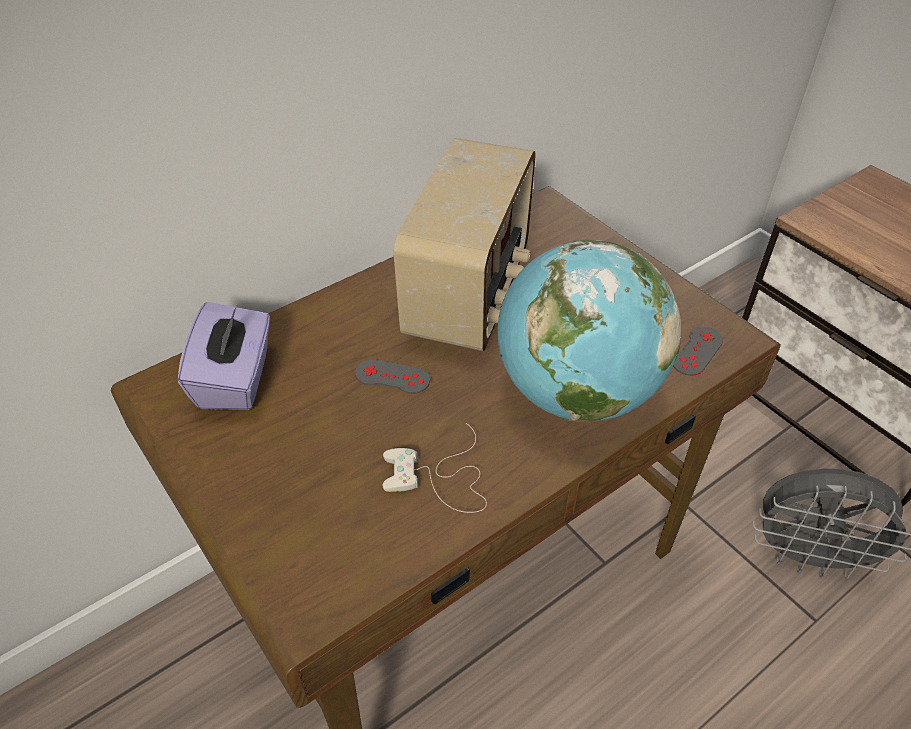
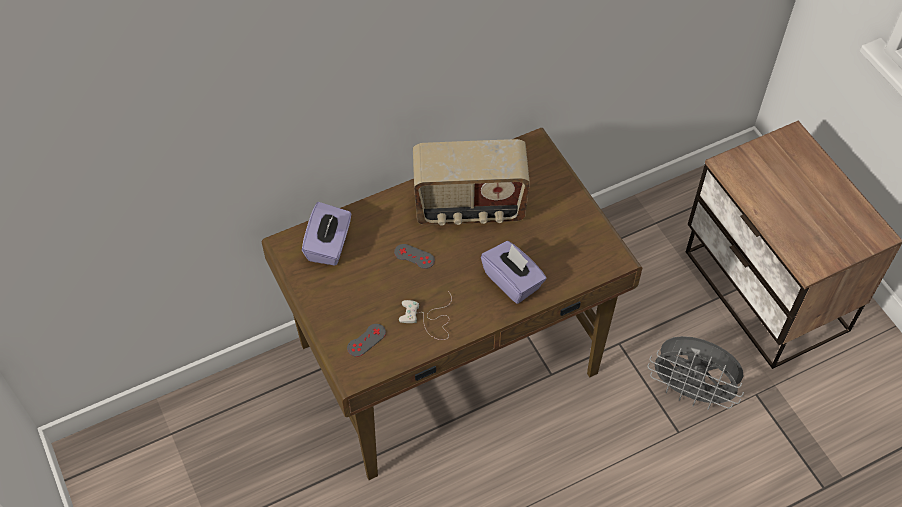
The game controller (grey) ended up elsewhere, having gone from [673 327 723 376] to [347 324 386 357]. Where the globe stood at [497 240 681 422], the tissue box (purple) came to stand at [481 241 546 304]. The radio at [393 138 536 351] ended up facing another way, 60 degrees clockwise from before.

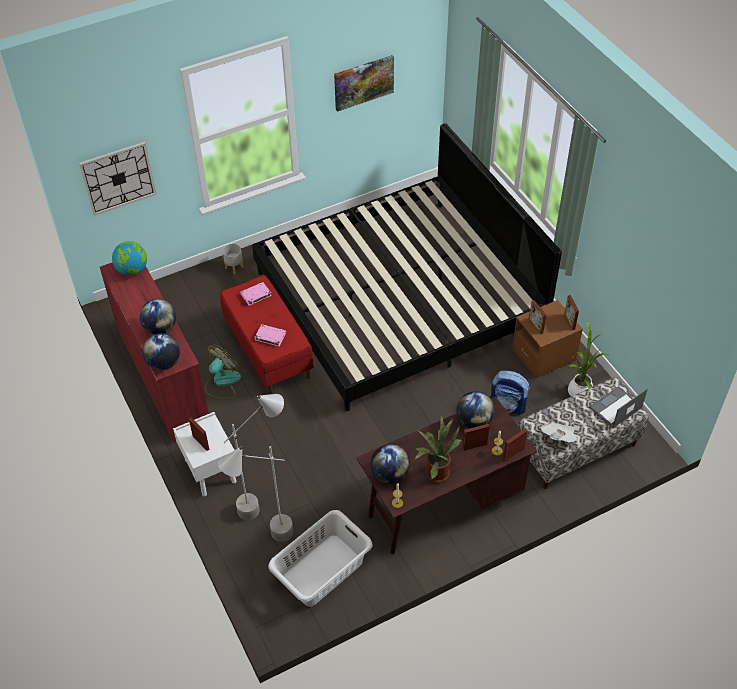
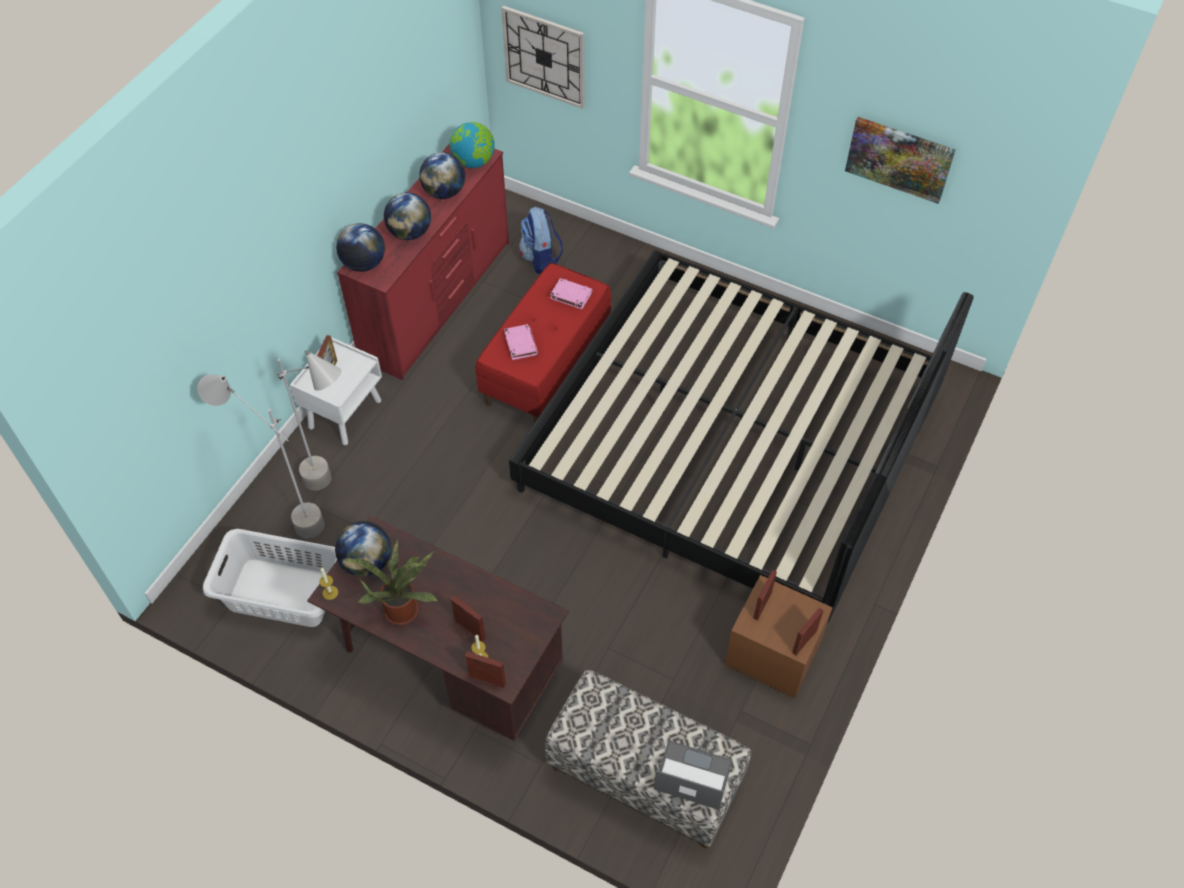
The second view lost the fan at [205 344 241 399]. The second view lost the planter (grey) at [223 244 244 274]. The second view lost the newspaper at [541 422 577 443]. The second view lost the potted plant at [568 321 608 396]. The globe ended up elsewhere, having gone from [456 391 494 428] to [419 152 465 199]. The backpack ended up elsewhere, having gone from [490 371 530 415] to [519 207 564 274].

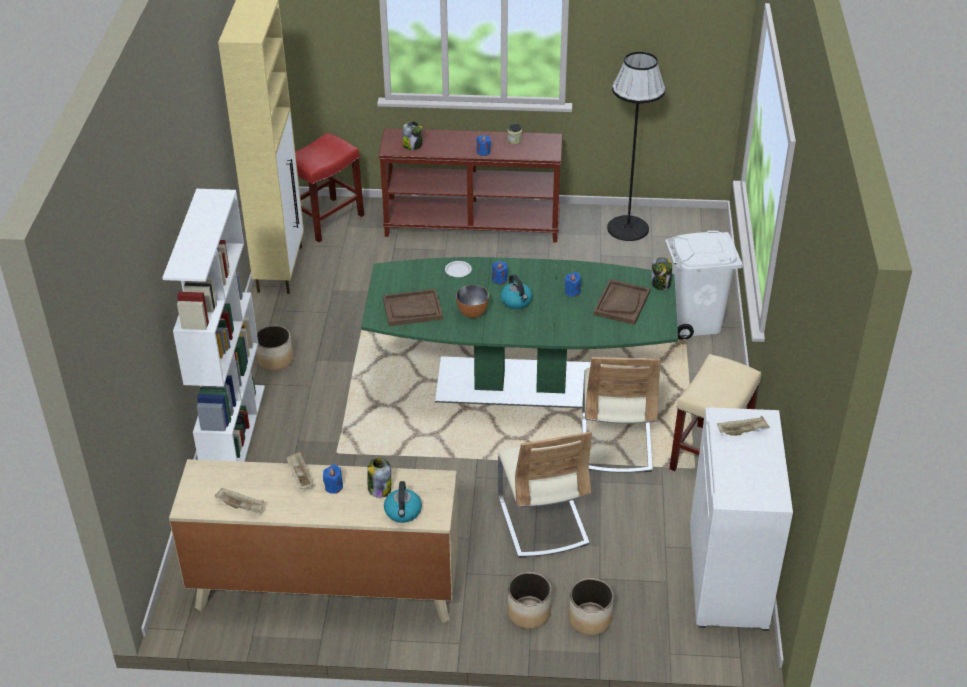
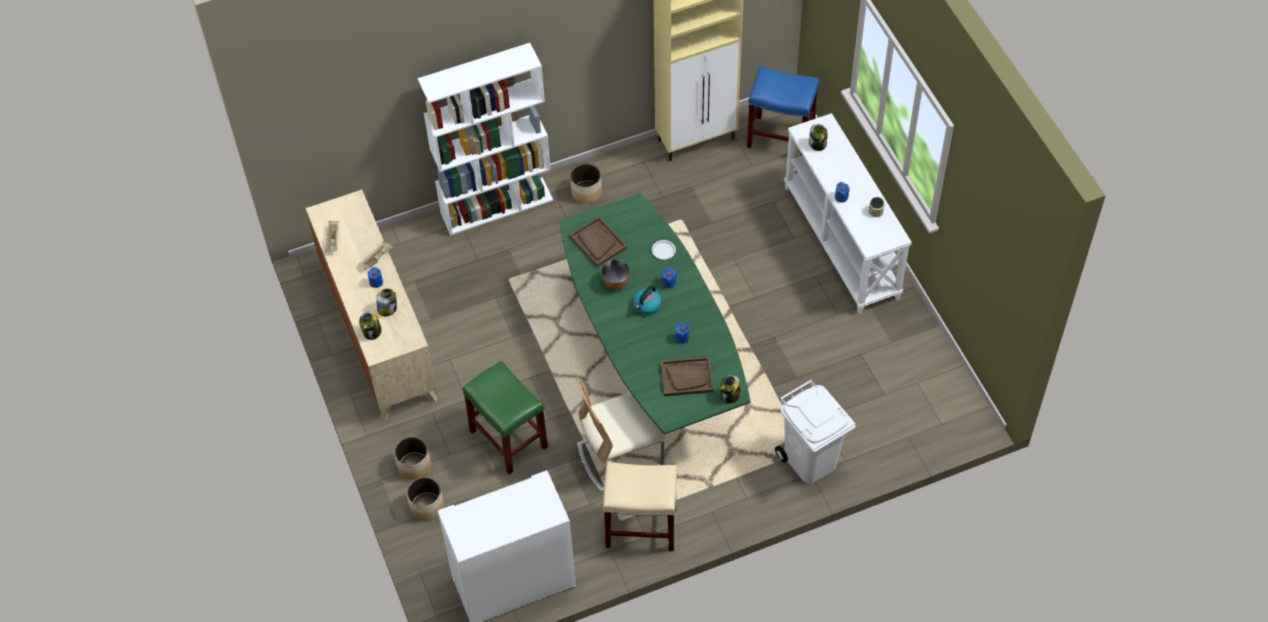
The second view lost the floor lamp (black) at [607 52 666 241]. The second view lost the tray (beige) at [717 416 770 435]. Where the kettle stood at [384 481 422 523], the jar came to stand at [359 311 382 340]. Where the chair (beige) stood at [498 431 592 558], the stool (green) came to stand at [463 361 548 475]. What was the stool (red) at [295 133 364 242] turned into the stool (blue) at [747 66 819 156]. What was the console table (brown) at [378 128 562 243] turned into the console table (white) at [784 113 912 314].

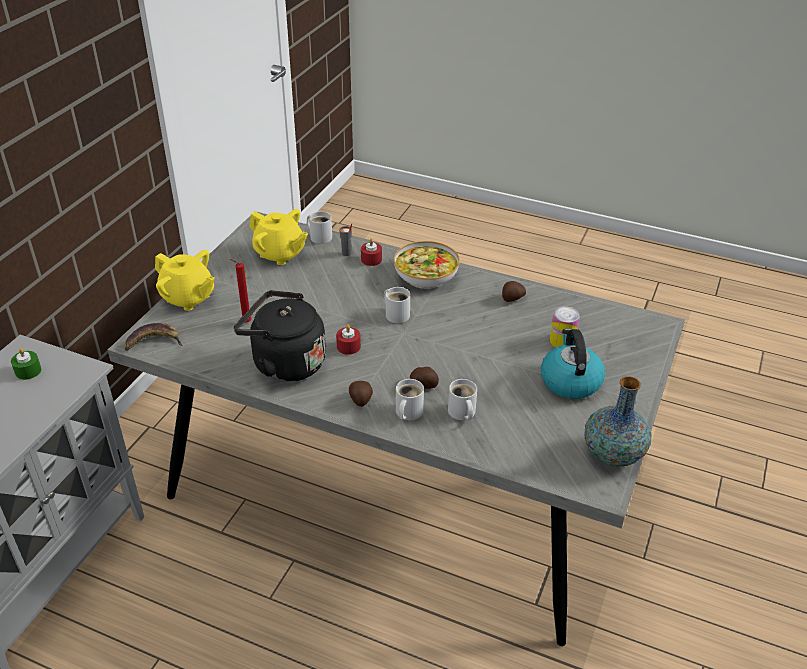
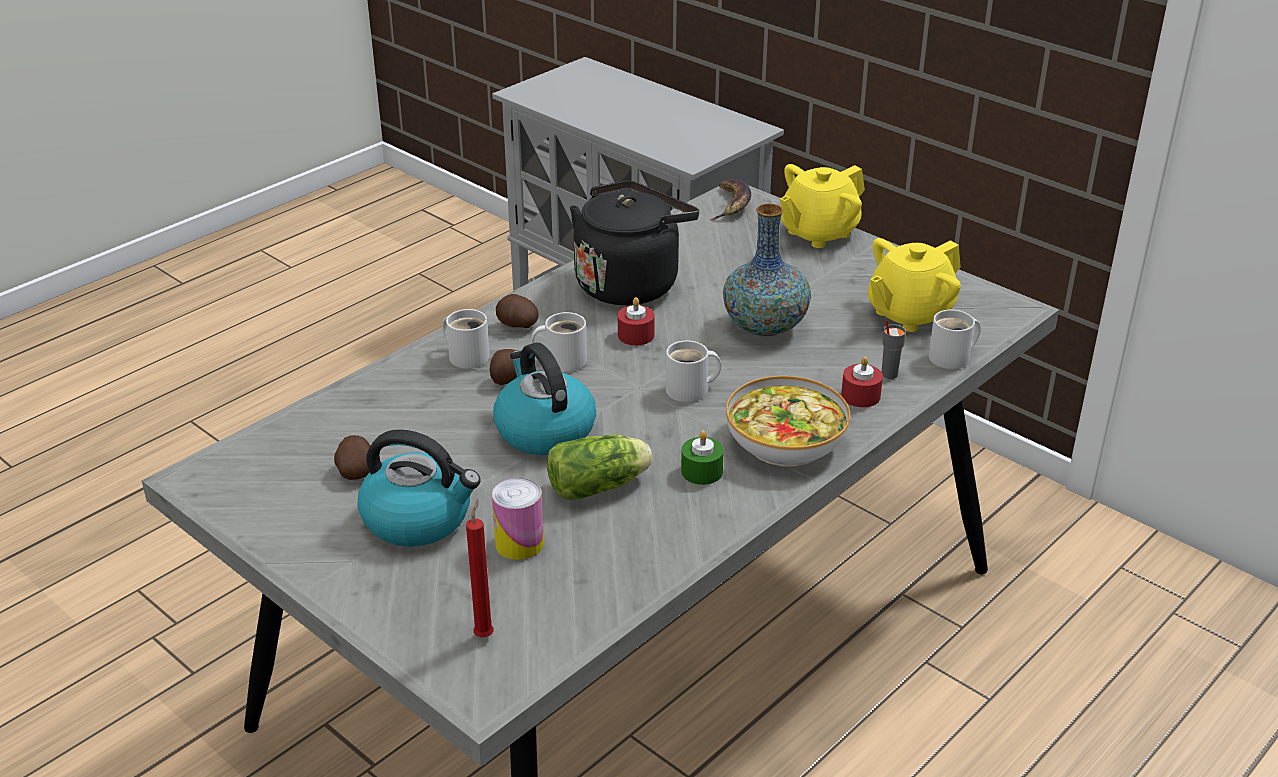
The second view gained the kettle at [493 343 596 455]. The second view gained the lettuce at [547 435 652 500]. The candle (green) ended up elsewhere, having gone from [11 348 41 380] to [681 431 724 485]. The candle (red) ended up elsewhere, having gone from [230 259 251 323] to [466 499 494 637]. The mug (white) ended up elsewhere, having gone from [448 379 477 420] to [531 312 587 372]. The potato ended up elsewhere, having gone from [502 281 526 302] to [334 435 370 480]. The vase ended up elsewhere, having gone from [585 376 652 466] to [723 204 811 336].

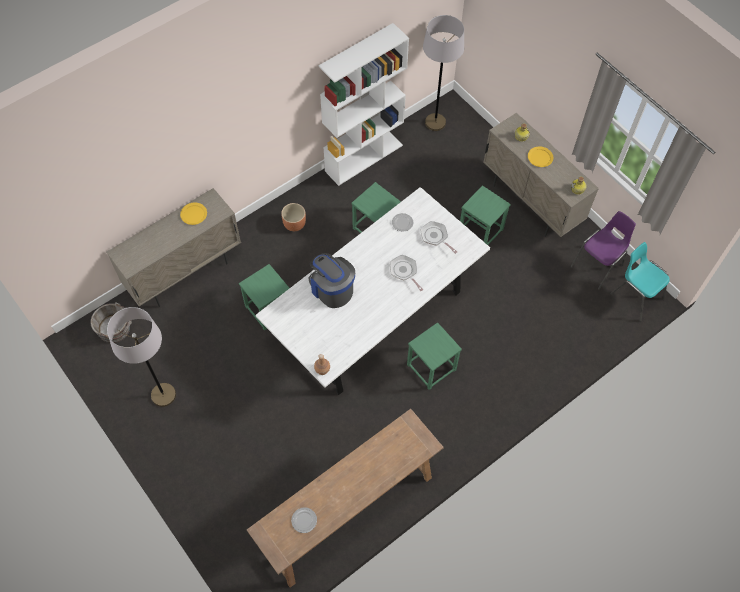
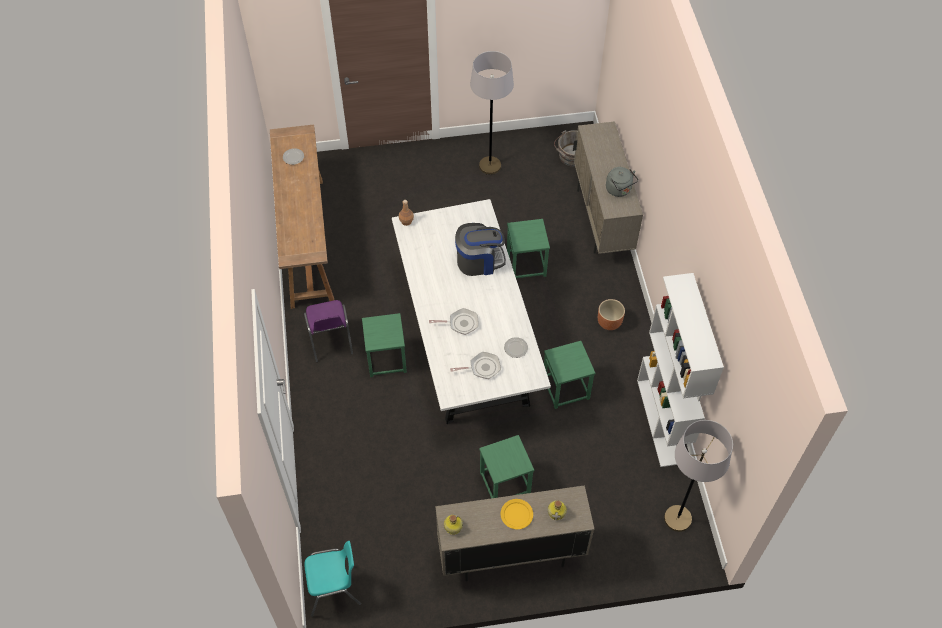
The chair (purple) ended up elsewhere, having gone from [571 211 636 290] to [304 300 353 362]. Where the plate (yellow) stood at [180 203 207 225], the kettle (grey) came to stand at [606 167 638 197].

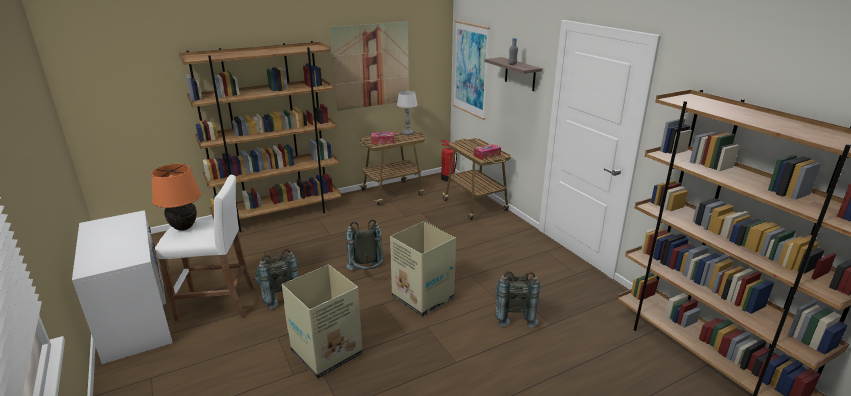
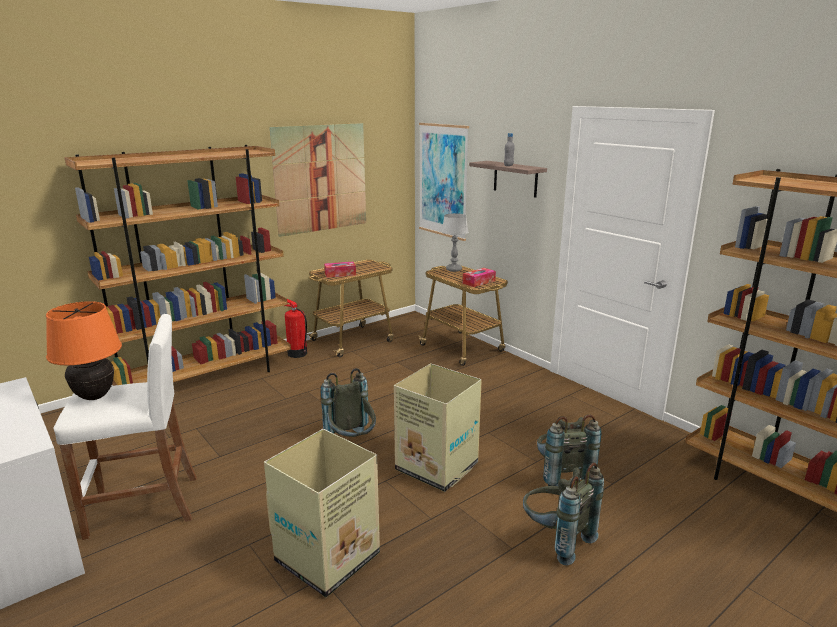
The backpack (grey) ended up elsewhere, having gone from [255 249 299 309] to [523 463 604 566]. The table lamp ended up elsewhere, having gone from [397 91 417 135] to [441 213 468 272]. The fire extinguisher ended up elsewhere, having gone from [441 140 457 181] to [284 299 307 358].

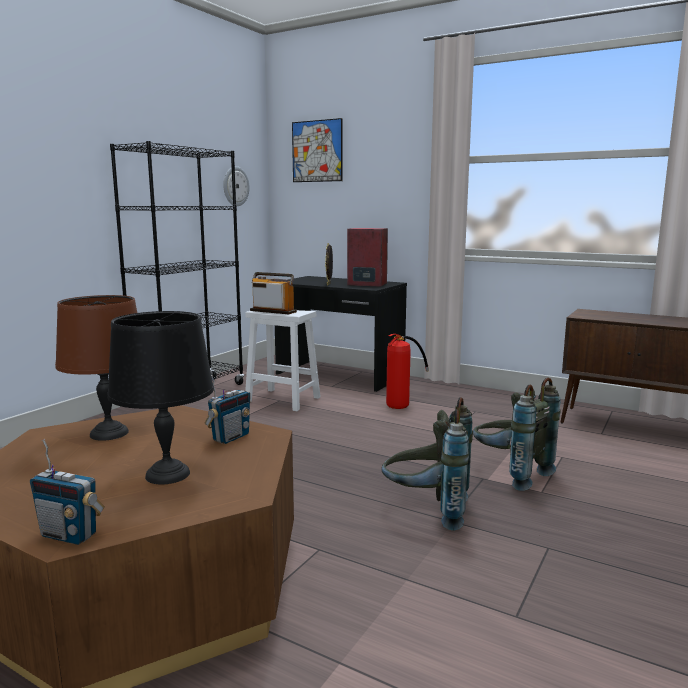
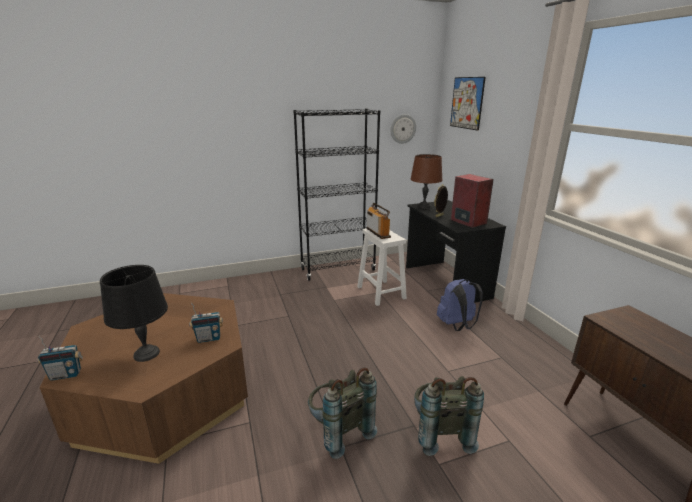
The table lamp (brown) ended up elsewhere, having gone from [55 295 137 441] to [411 154 442 208]. Where the fire extinguisher stood at [386 334 429 409], the backpack (blue) came to stand at [437 279 483 331]. The radio at [30 439 105 545] ended up facing another way, 75 degrees counterclockwise from before.

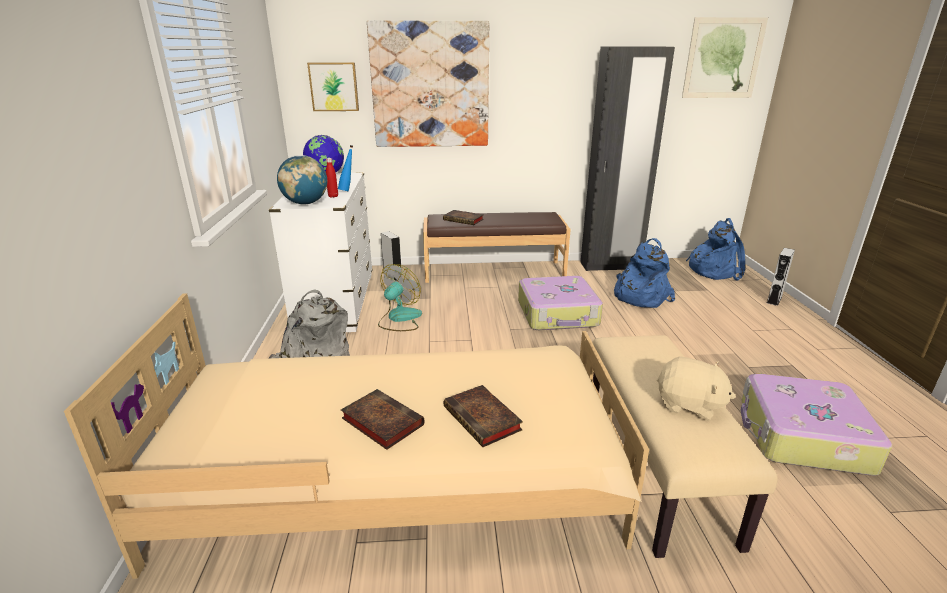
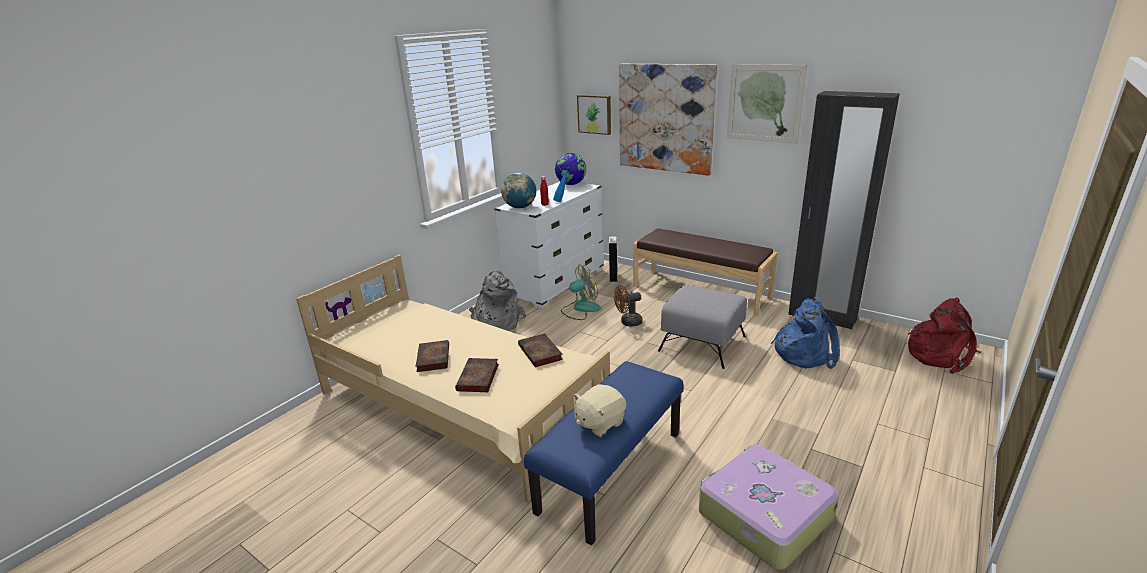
The second view lost the speaker (grey) at [767 248 795 306]. The second view gained the fan (brown) at [614 285 643 327]. The book ended up elsewhere, having gone from [443 210 484 225] to [518 334 563 367]. The picture ended up elsewhere, having gone from [682 17 768 98] to [727 64 807 144]. Where the suitcase stood at [518 276 603 330], the ottoman (grey) came to stand at [658 285 747 369]. What was the bench (beige) at [592 335 778 558] turned into the bench (blue) at [524 361 684 545]. What was the backpack (blue) at [686 218 745 281] turned into the backpack (red) at [908 298 982 374]. The plush toy (beige) at [657 356 736 421] ended up facing another way, 75 degrees clockwise from before.

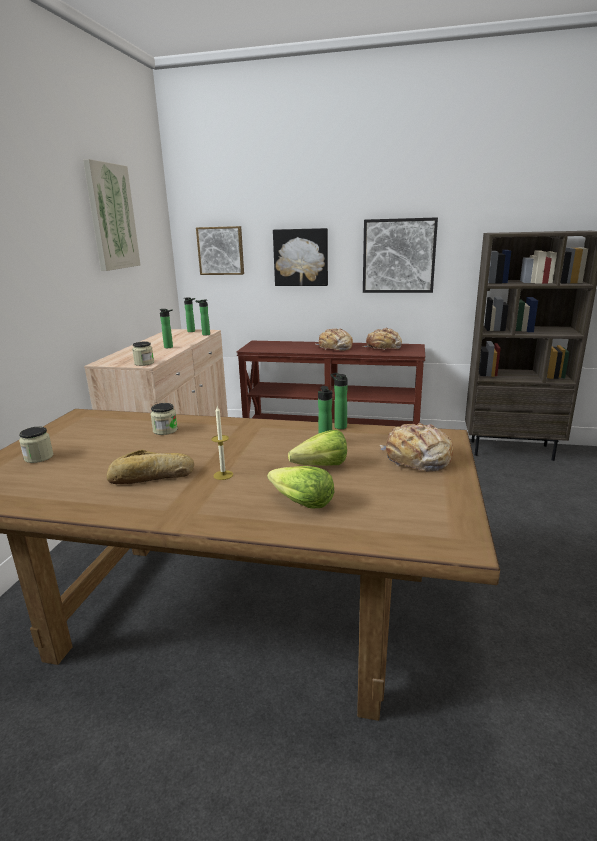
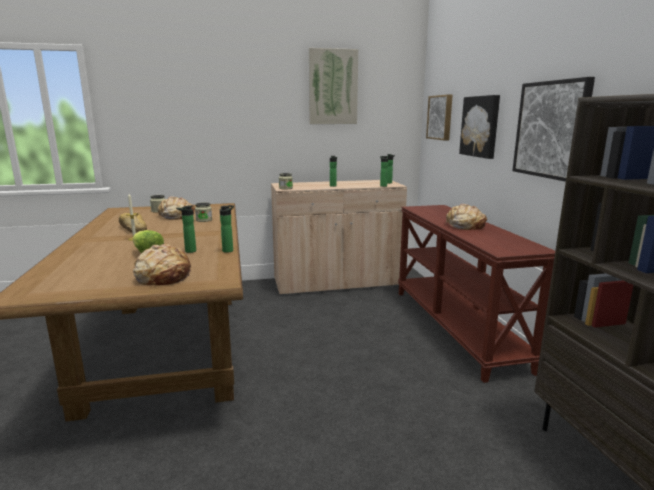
The second view lost the lettuce at [267 466 334 508]. The bread ended up elsewhere, having gone from [363 328 402 350] to [157 196 195 220].

